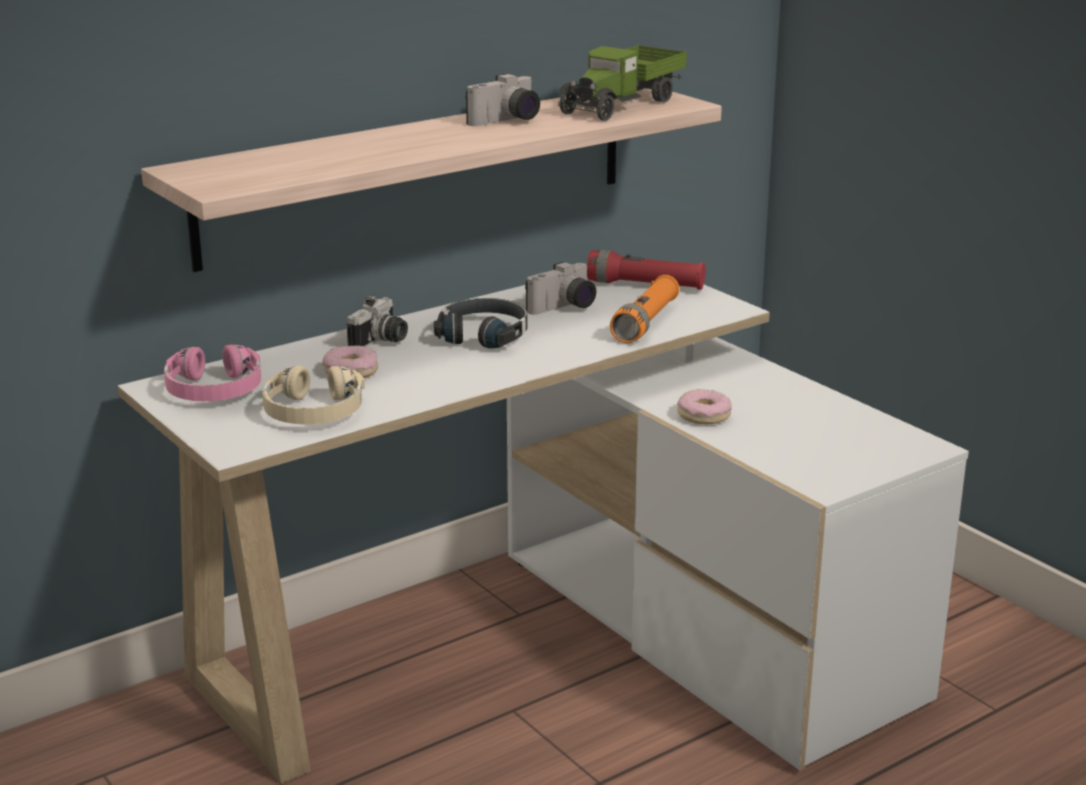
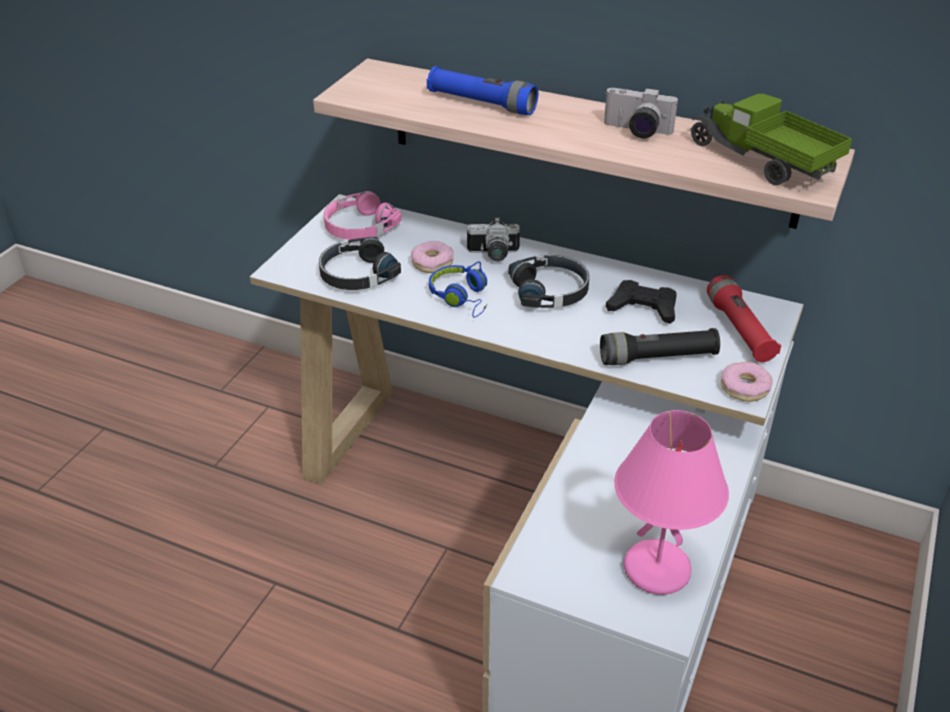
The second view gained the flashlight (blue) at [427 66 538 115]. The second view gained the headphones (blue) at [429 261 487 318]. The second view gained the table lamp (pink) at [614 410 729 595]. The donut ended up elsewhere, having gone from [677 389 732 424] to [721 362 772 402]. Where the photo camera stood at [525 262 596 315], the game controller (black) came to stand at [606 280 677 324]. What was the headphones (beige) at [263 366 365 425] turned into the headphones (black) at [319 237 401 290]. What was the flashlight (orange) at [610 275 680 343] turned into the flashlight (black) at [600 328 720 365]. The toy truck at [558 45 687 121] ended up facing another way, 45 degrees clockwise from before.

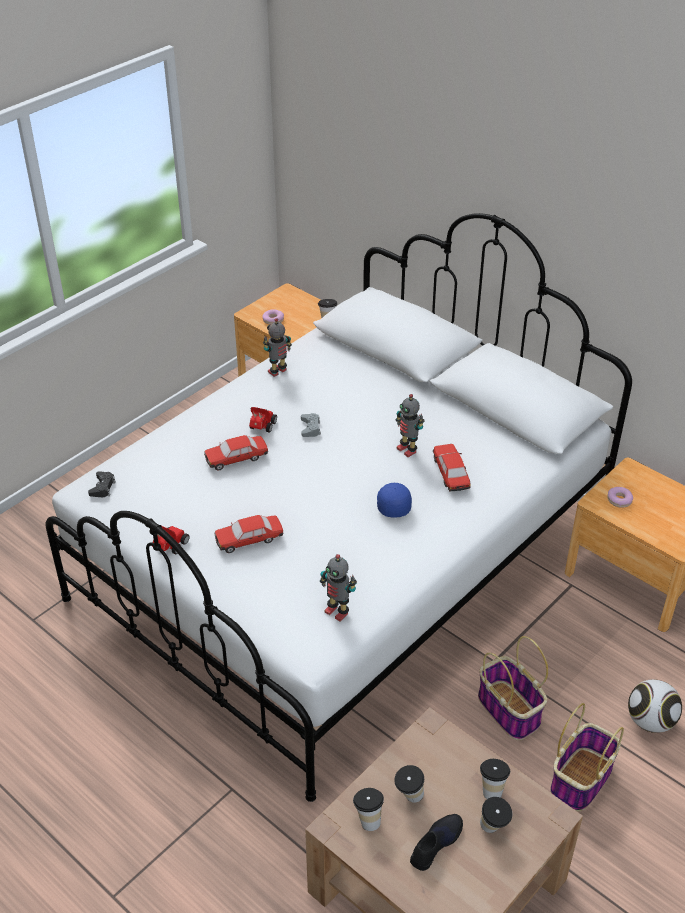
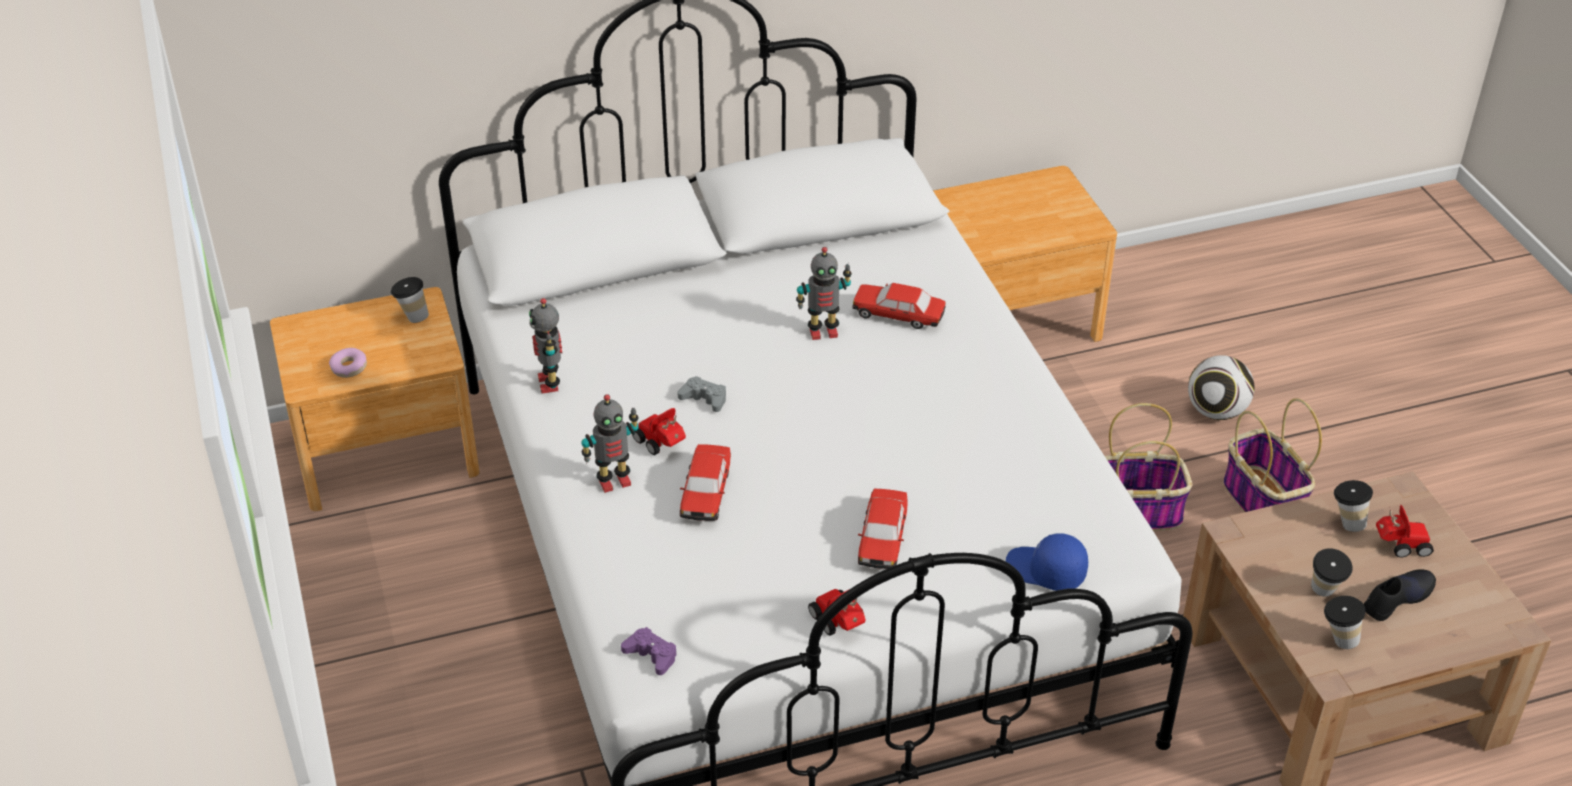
The second view lost the donut at [607 487 633 508]. The toy robot ended up elsewhere, having gone from [320 554 357 621] to [581 394 639 493]. The cap (blue) ended up elsewhere, having gone from [377 483 412 518] to [1006 533 1088 591]. Where the cup stood at [480 797 512 833], the toy car came to stand at [1376 505 1434 558]. What was the game controller (black) at [88 471 116 497] turned into the game controller (purple) at [621 627 677 675]. The shoe (black) at [410 814 463 871] ended up facing another way, 75 degrees clockwise from before.

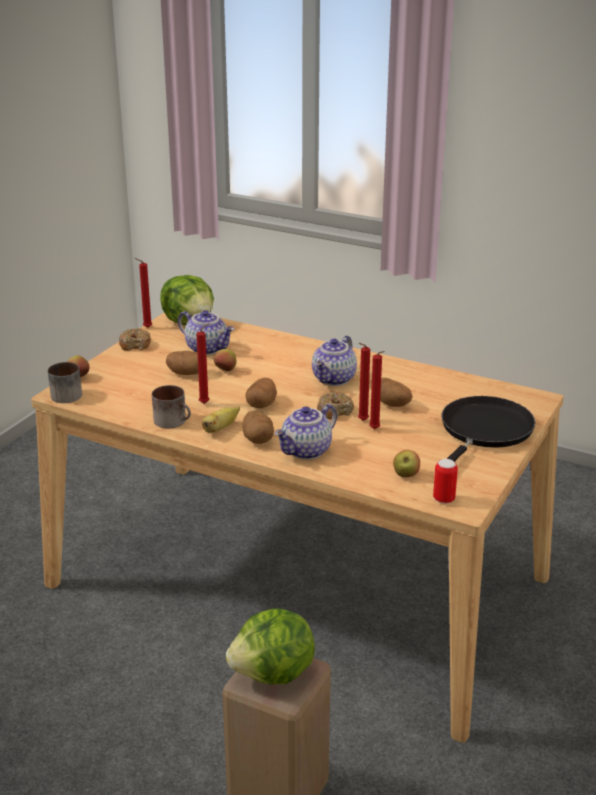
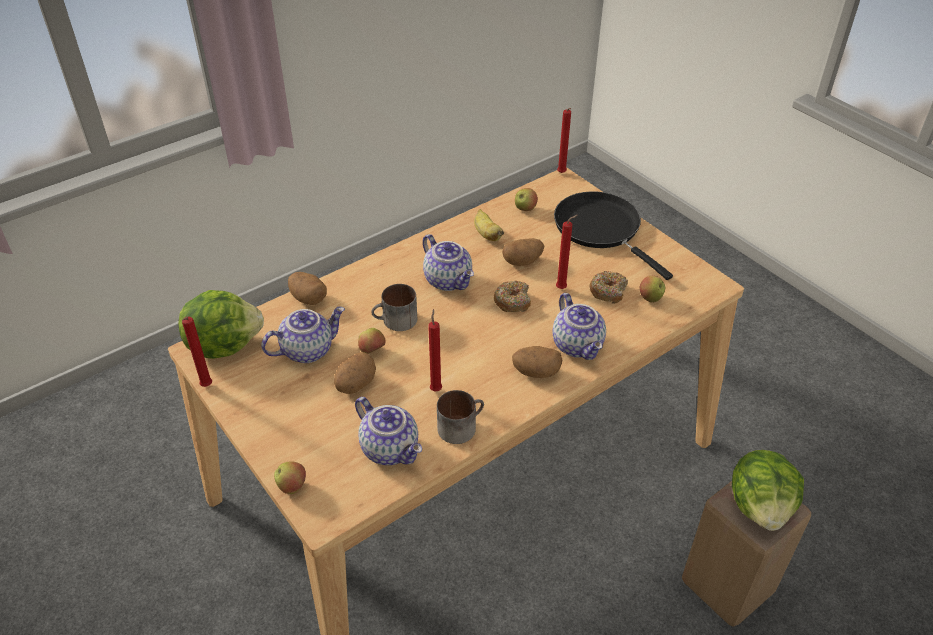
The second view lost the can at [433 459 458 504]. The second view gained the teapot at [355 397 422 465]. The second view gained the apple at [515 188 538 211]. The mug ended up elsewhere, having gone from [48 362 82 403] to [371 284 417 331]. The donut ended up elsewhere, having gone from [119 328 151 351] to [589 271 628 304]. The banana ended up elsewhere, having gone from [202 406 240 433] to [474 209 504 241]. The potato ended up elsewhere, having gone from [245 378 277 408] to [288 272 327 305]. The candle (red) ended up elsewhere, having gone from [358 343 370 421] to [557 108 571 173].

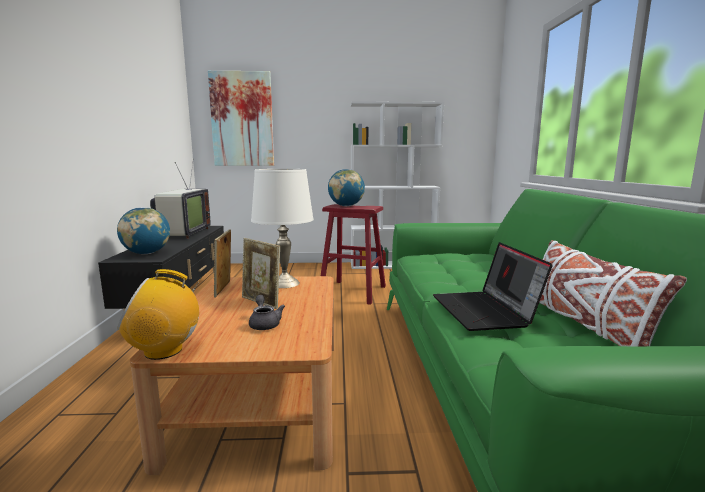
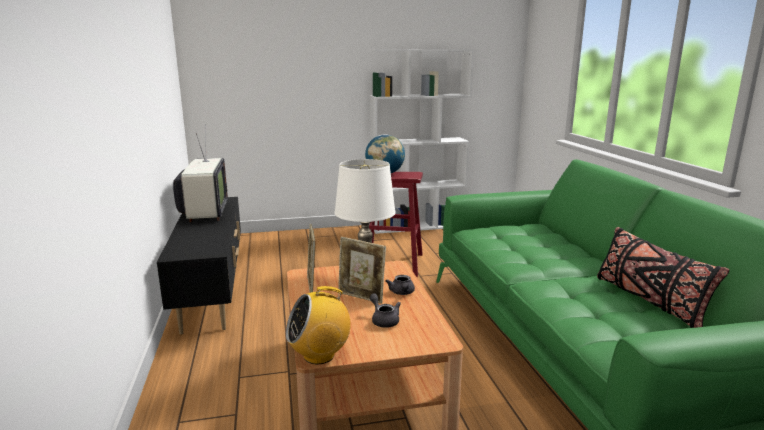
The second view lost the globe at [117 207 170 254]. The second view lost the picture at [208 71 274 166]. The second view lost the laptop at [433 242 553 331]. The second view gained the teapot (grey) at [386 275 415 295]. What was the pillow (white) at [539 240 687 346] turned into the pillow (black) at [597 227 729 328].

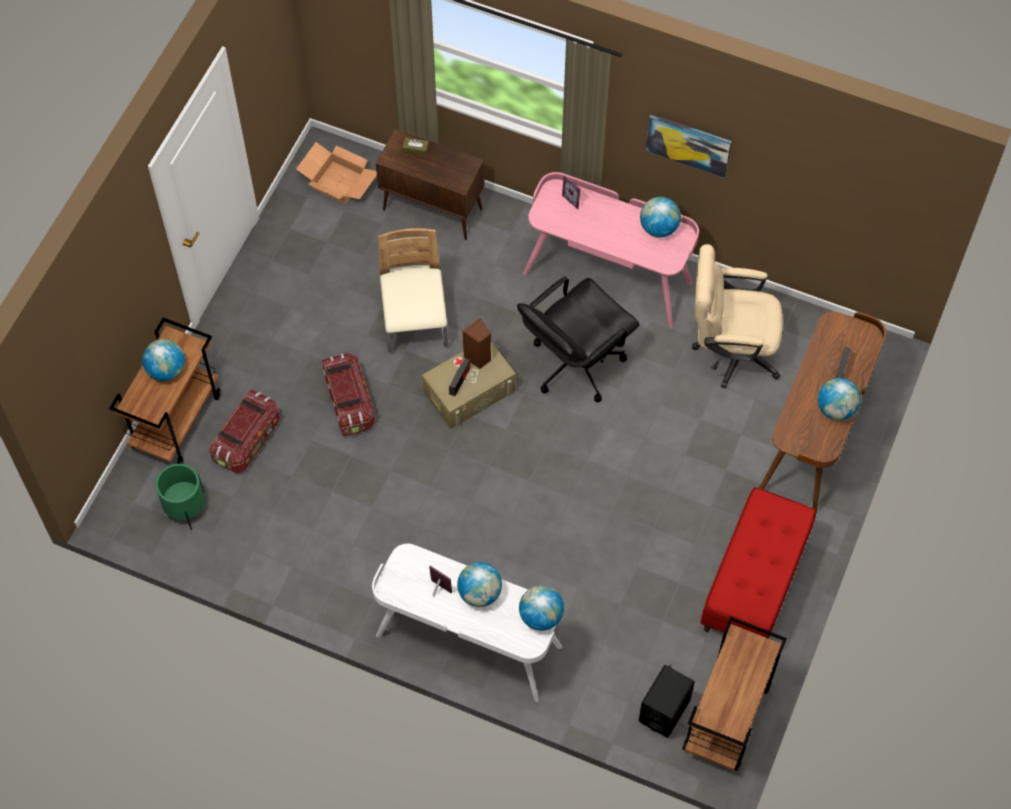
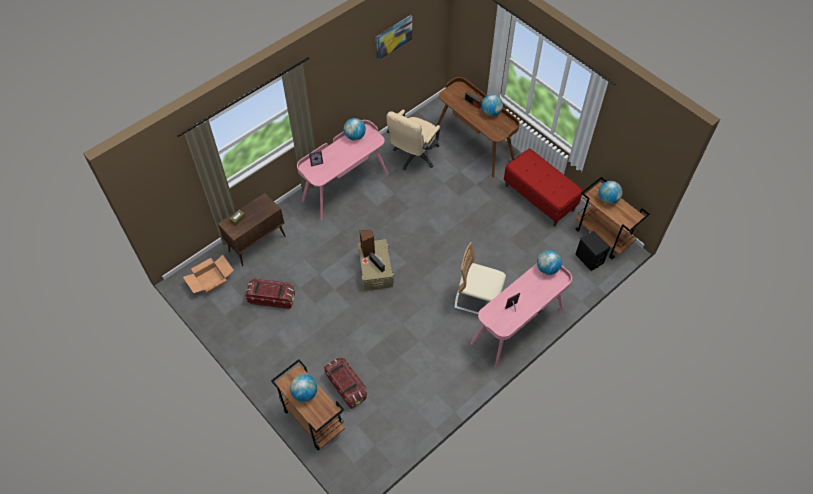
The second view lost the planter (green) at [155 463 205 530]. The second view lost the office chair (black) at [517 276 640 402]. The storage box ended up elsewhere, having gone from [322 353 375 437] to [245 278 295 309]. The chair (beige) ended up elsewhere, having gone from [378 228 448 353] to [454 242 506 315]. The globe ended up elsewhere, having gone from [457 562 502 607] to [599 181 623 204]. The picture ended up elsewhere, having gone from [646 114 732 178] to [376 15 412 61]. What was the desk (white) at [372 544 562 702] turned into the desk (pink) at [470 263 572 368].

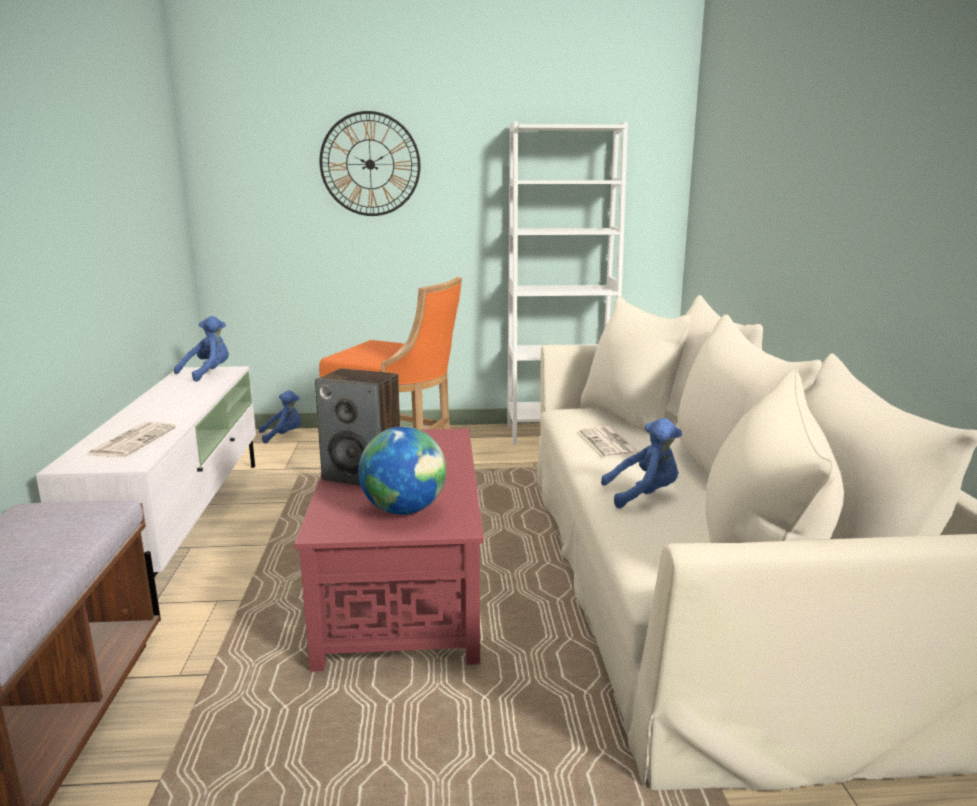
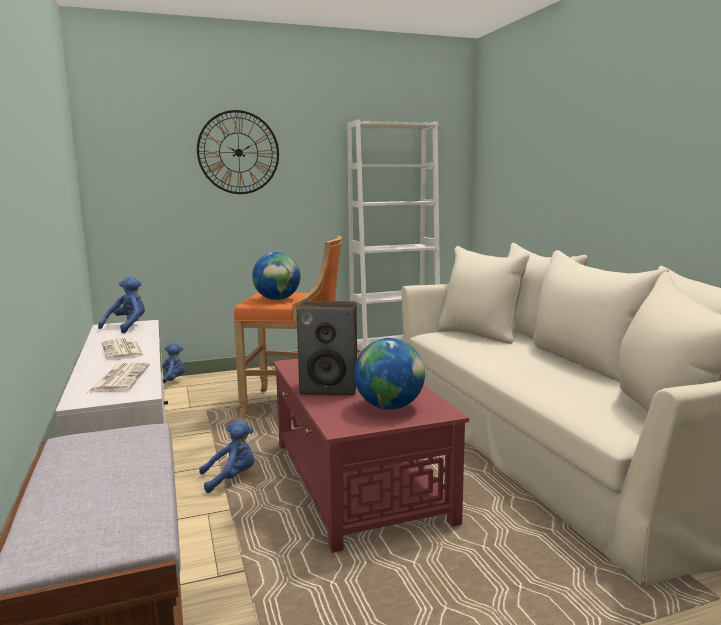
The second view gained the globe at [252 252 300 300]. The newspaper ended up elsewhere, having gone from [580 427 639 458] to [102 338 144 360]. The plush toy (blue) ended up elsewhere, having gone from [601 418 682 508] to [199 420 255 493].

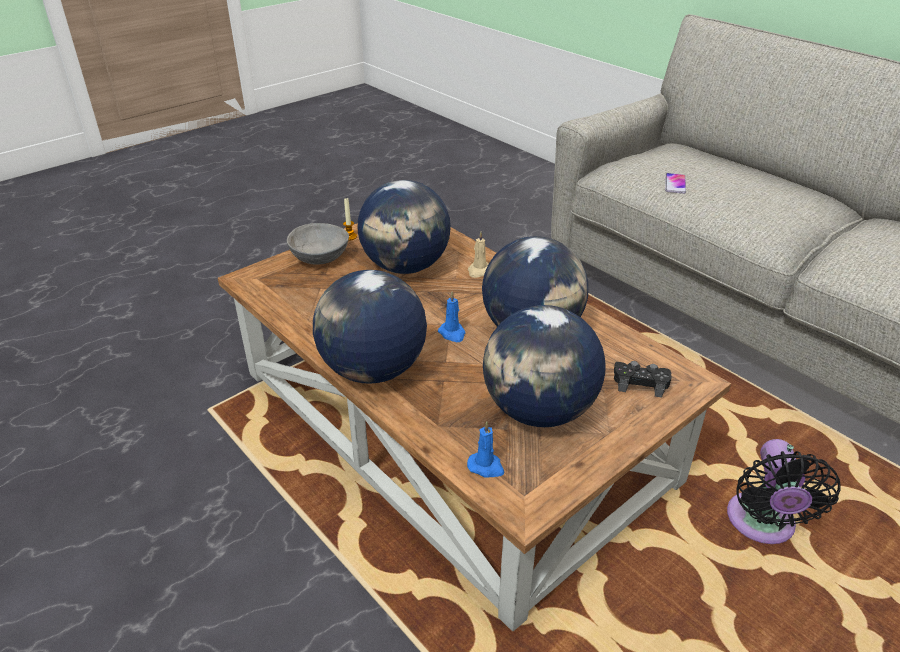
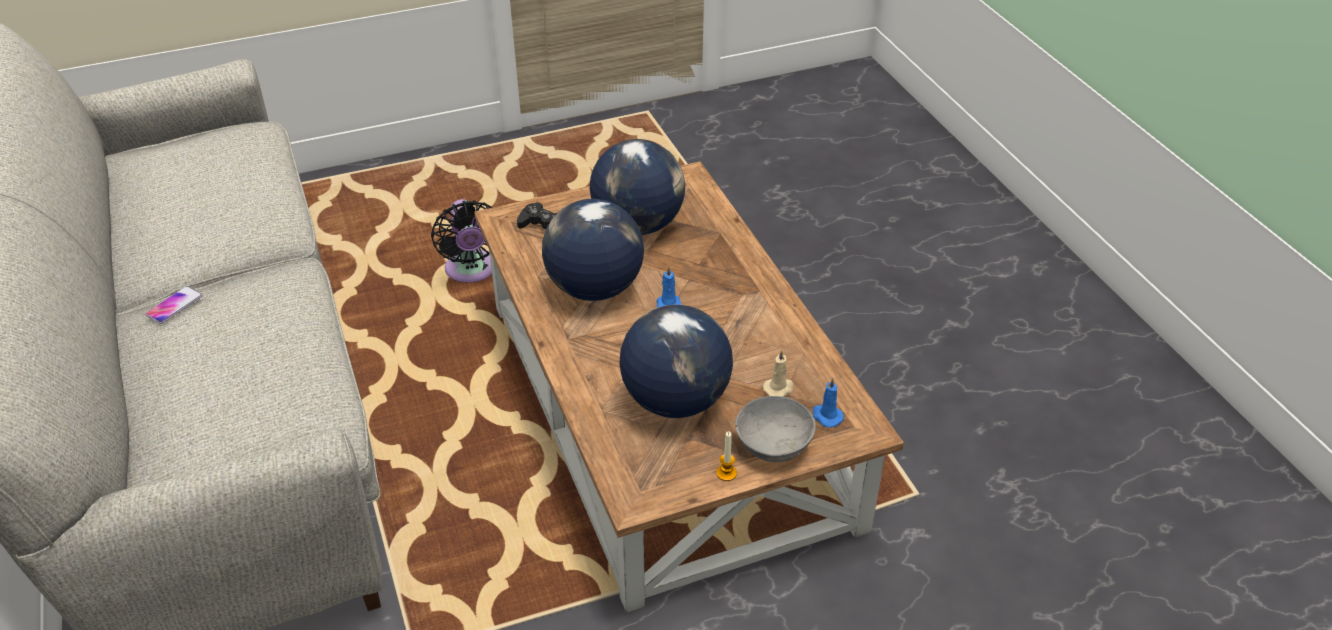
The second view lost the globe at [313 270 427 384]. The candle (blue) ended up elsewhere, having gone from [467 421 504 478] to [813 378 844 428]. The candle (beige) ended up elsewhere, having gone from [468 232 489 278] to [763 350 794 397]. The phone ended up elsewhere, having gone from [665 173 686 194] to [145 286 203 324]. The fan (black) at [727 439 841 544] ended up facing another way, 135 degrees clockwise from before.

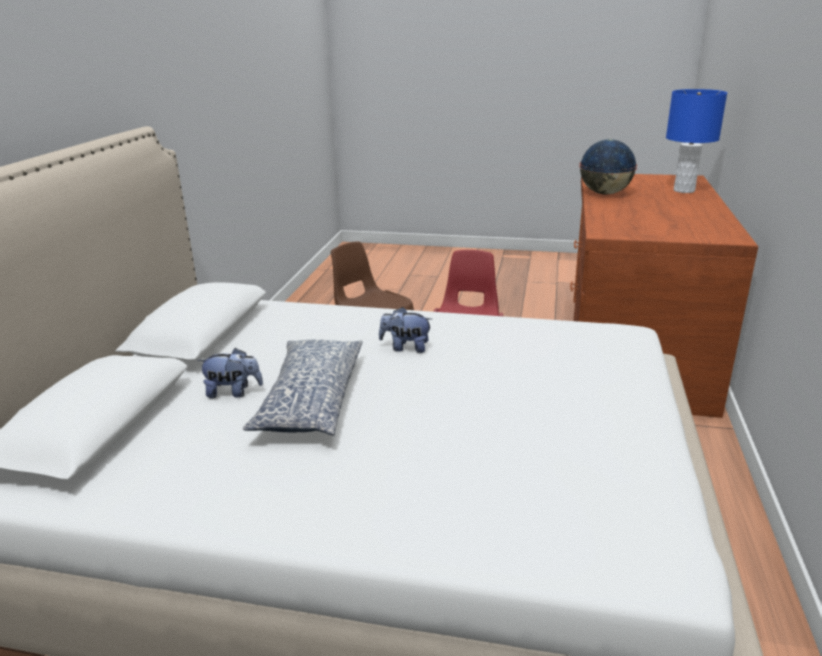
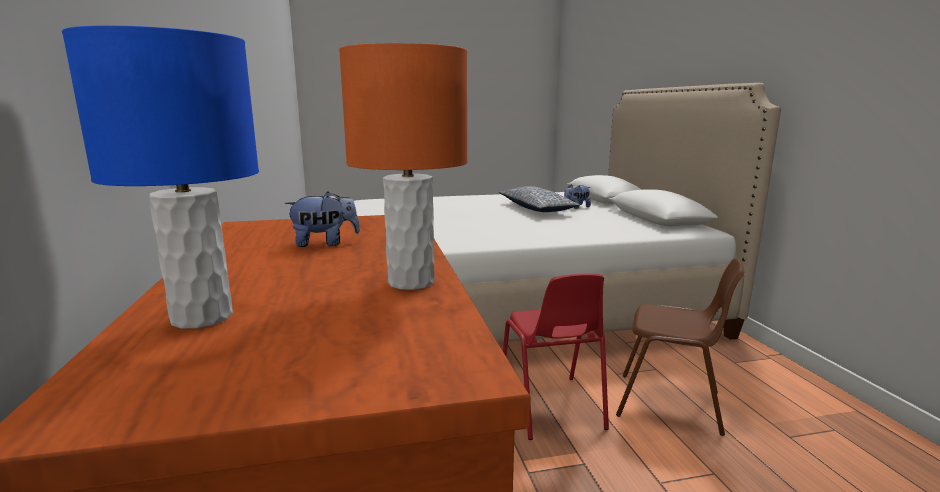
The plush toy ended up elsewhere, having gone from [379 307 432 353] to [284 192 360 247]. Where the globe stood at [579 139 637 195], the table lamp (orange) came to stand at [339 43 467 290].

